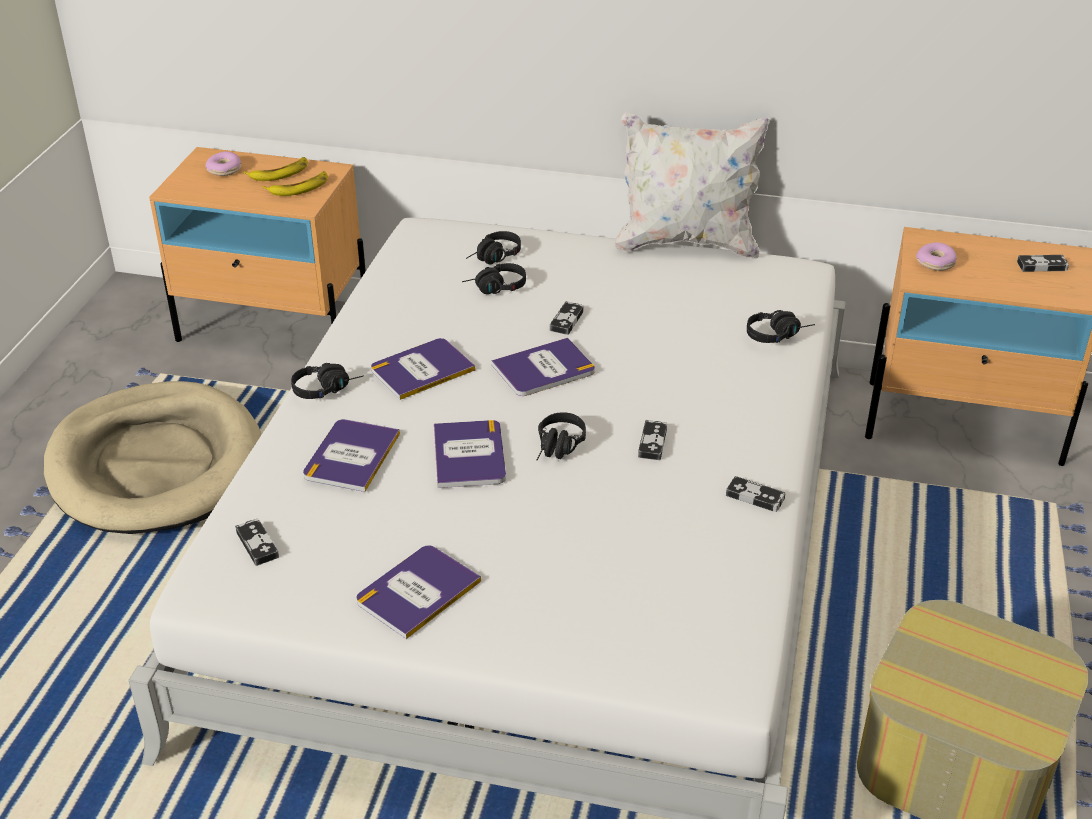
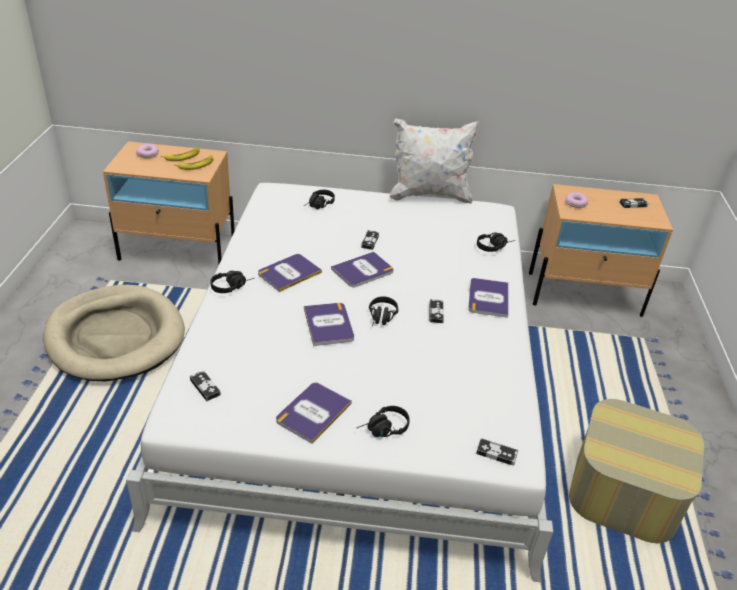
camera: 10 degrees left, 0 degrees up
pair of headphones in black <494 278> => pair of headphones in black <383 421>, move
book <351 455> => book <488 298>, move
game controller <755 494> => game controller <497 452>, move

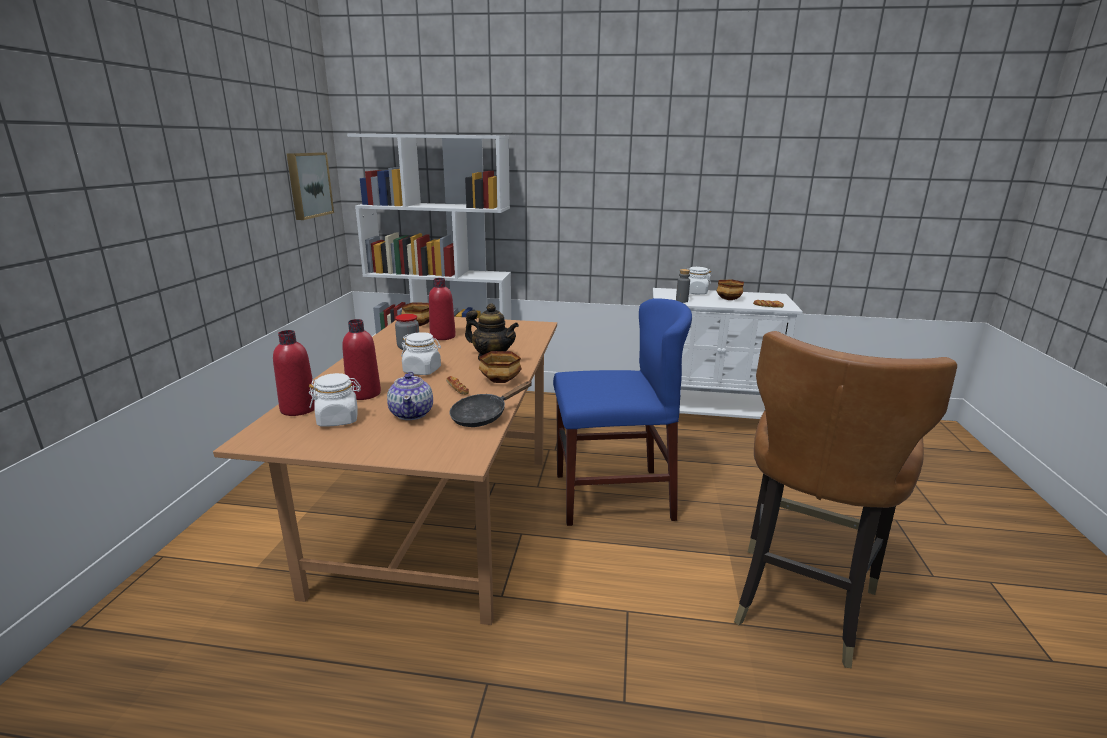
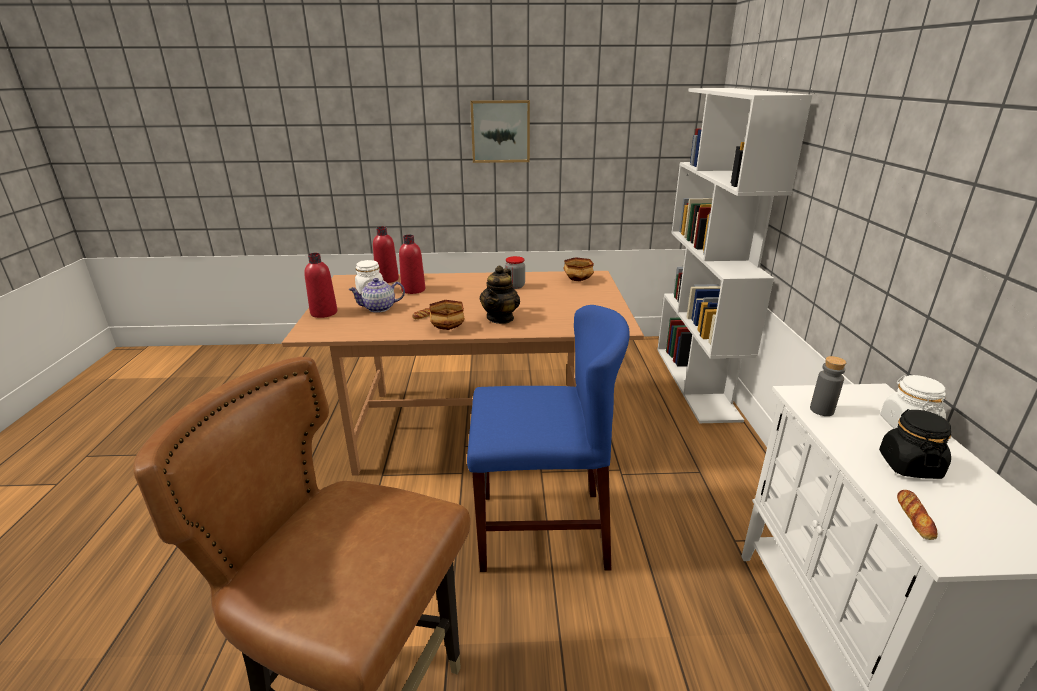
camera: 80 degrees right, 5 degrees up
beverage bottle in reddish <442 309> => beverage bottle in reddish <320 285>, move
plain chair in blue <622 412> => plain chair in blue <548 438>, 75 degrees counterclockwise
wall picture <310 186> => wall picture <500 131>, move
bowl <730 289> => preserve jar in black <915 444>
preserve jar in white <421 353> => nothing
skillet in black <490 404> => nothing

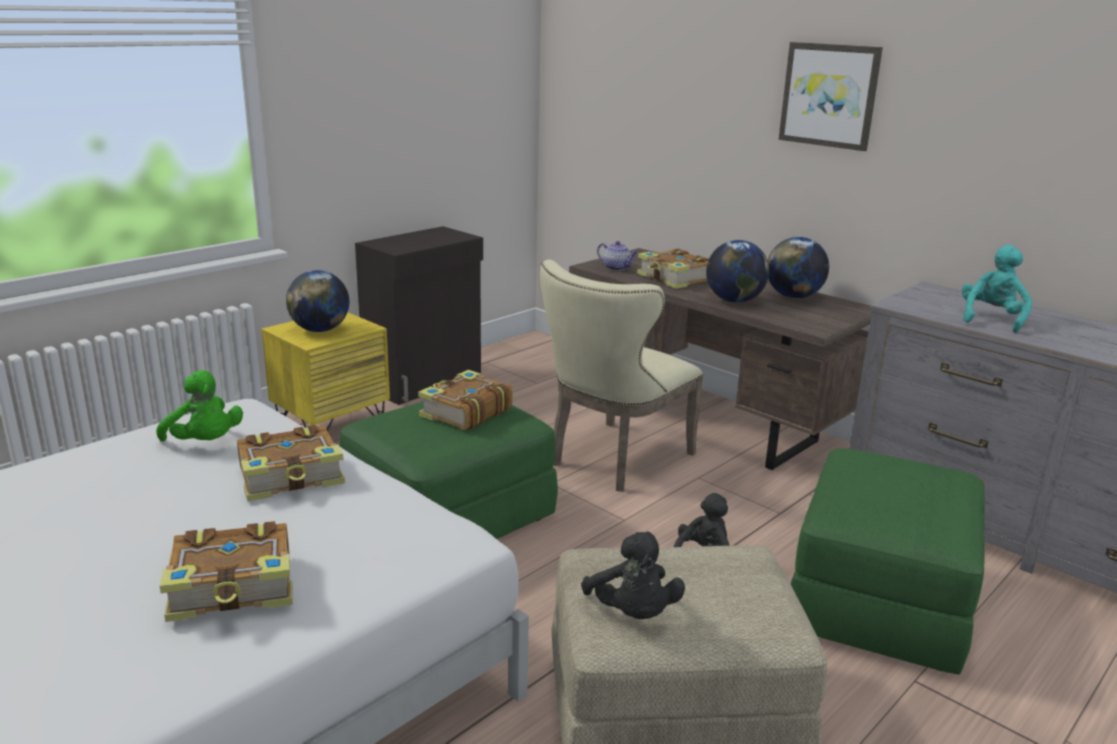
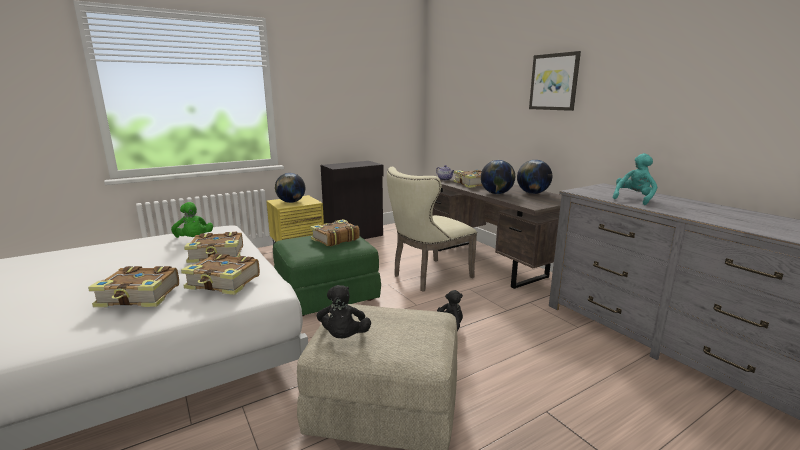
camera: 15 degrees right, 5 degrees down
nothing => book <220 274>
pouffe in greenish <888 561> => nothing

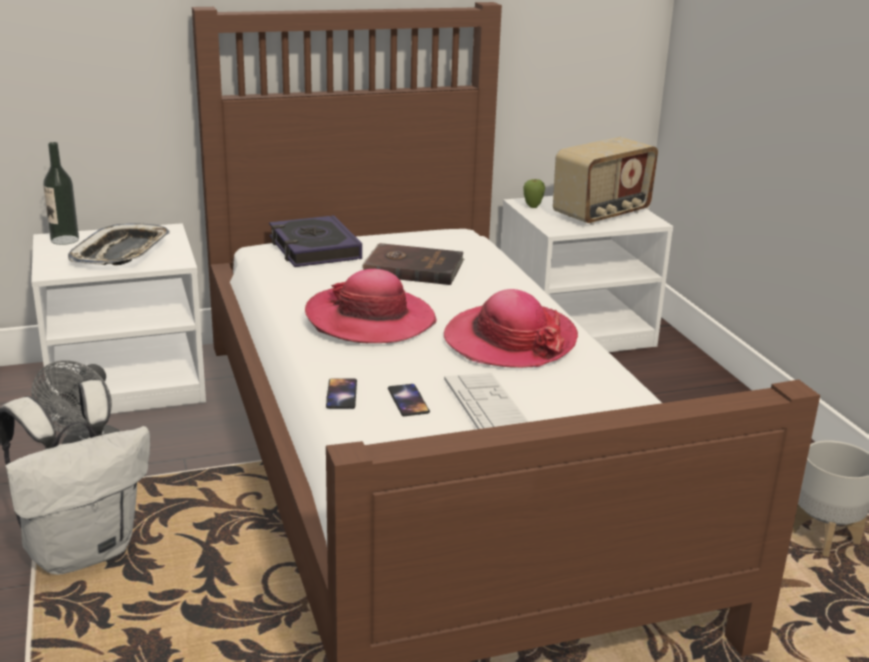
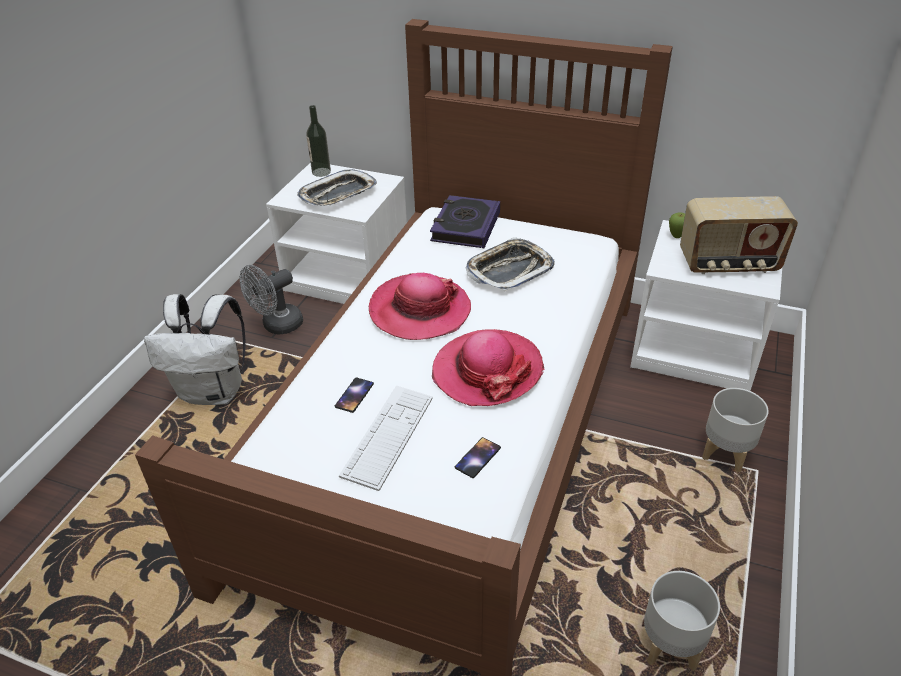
camera: 40 degrees right, 15 degrees up
phone <341 393> => phone <478 457>, move
book in brownish <413 264> => carrying tray <510 264>
nothing => plant pot in gray <735 430>

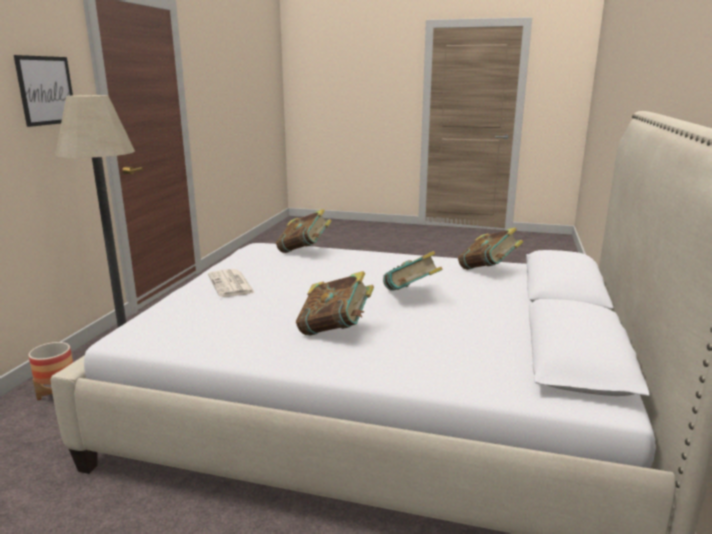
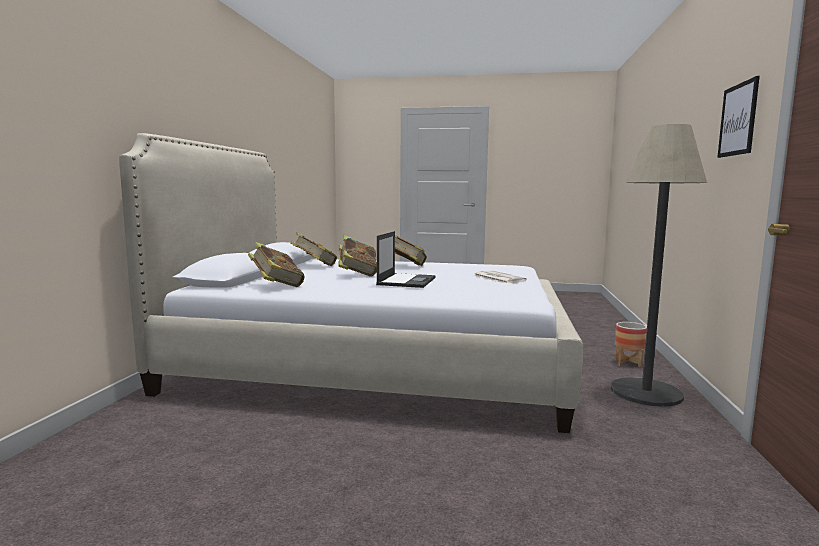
camera: 175 degrees right, 10 degrees down
book <304 231> => book <313 249>, move
nothing => laptop <406 259>

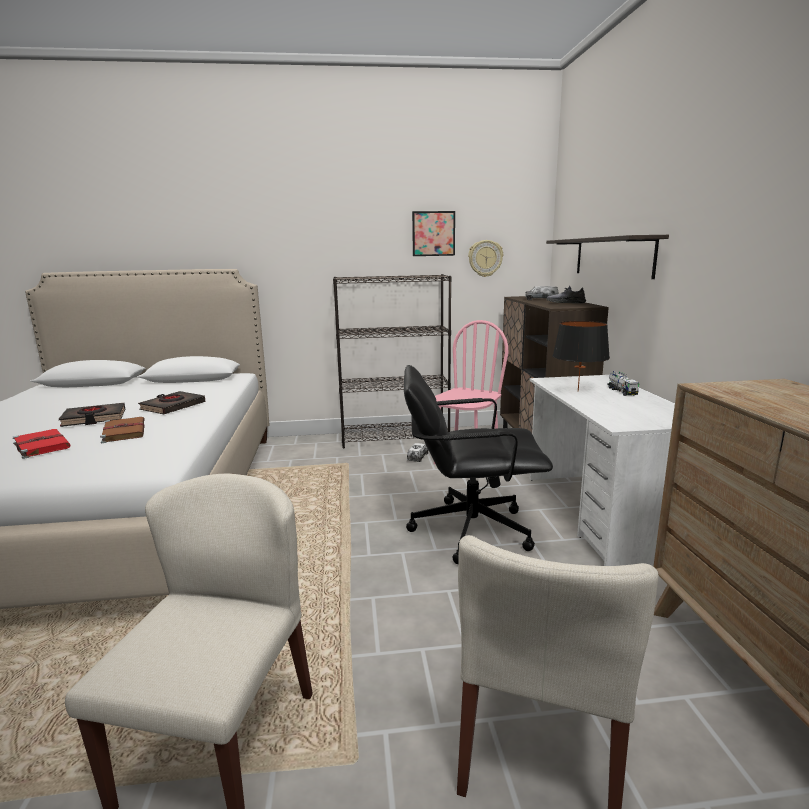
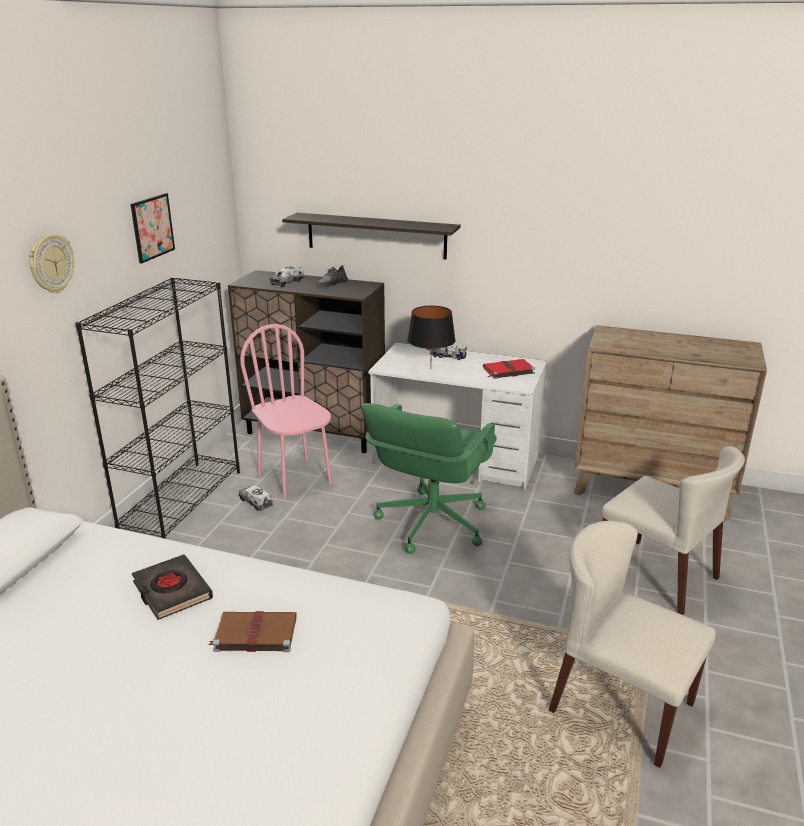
camera: 65 degrees left, 10 degrees up
wall clock <485 258> => wall clock <51 263>, move
computer chair in black <478 464> => computer chair in greenish <429 478>
book in reddish <42 444> => book in reddish <509 369>, move
book in black <92 415> => nothing

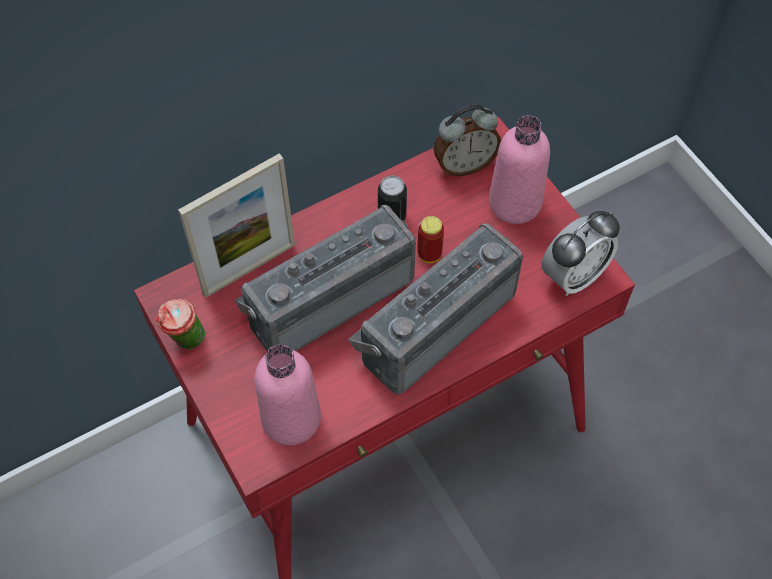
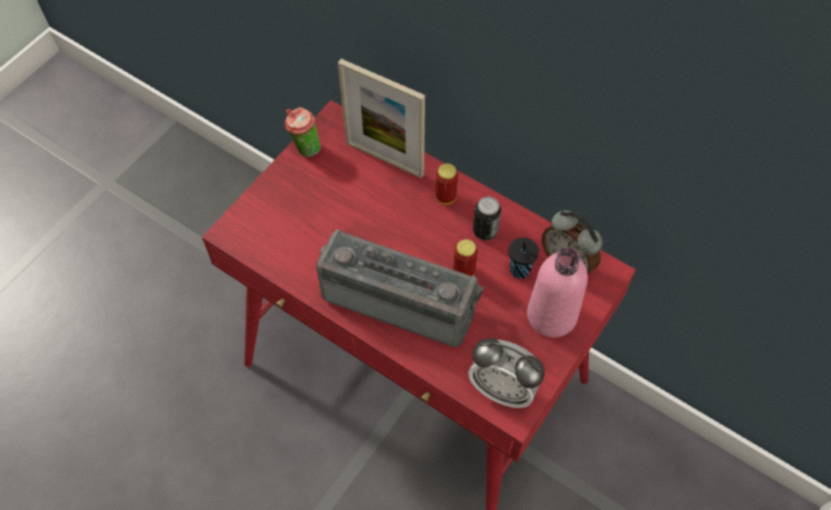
camera: 65 degrees right, 0 degrees up
nothing => sealed can <446 183>
nothing => small cup in black <523 257>
radio set <325 278> => nothing
beverage bottle in pink <288 394> => nothing

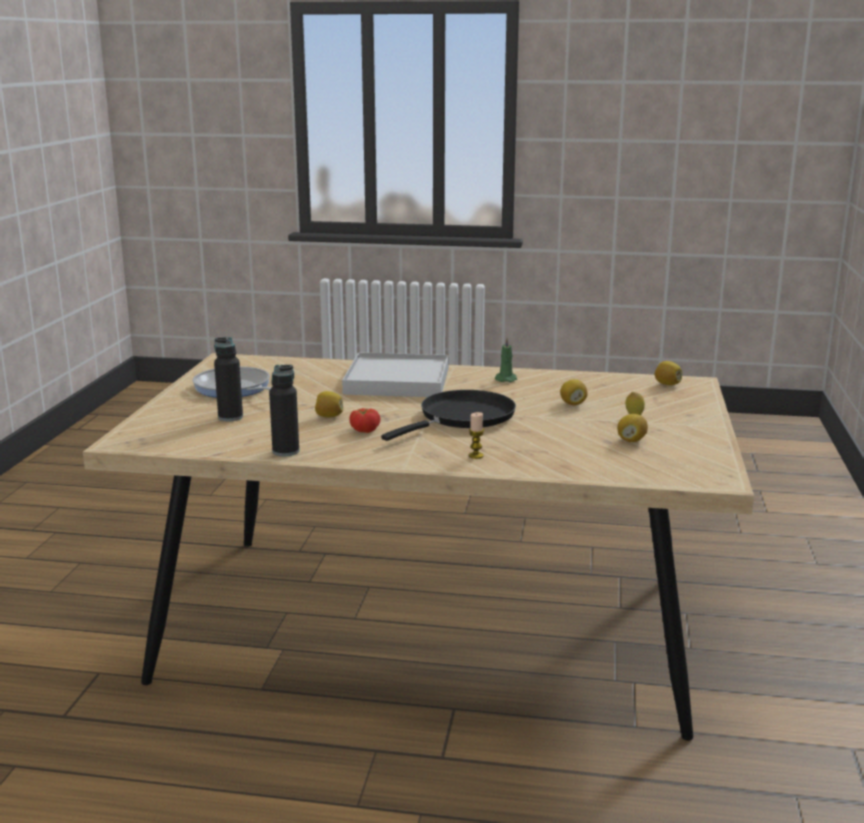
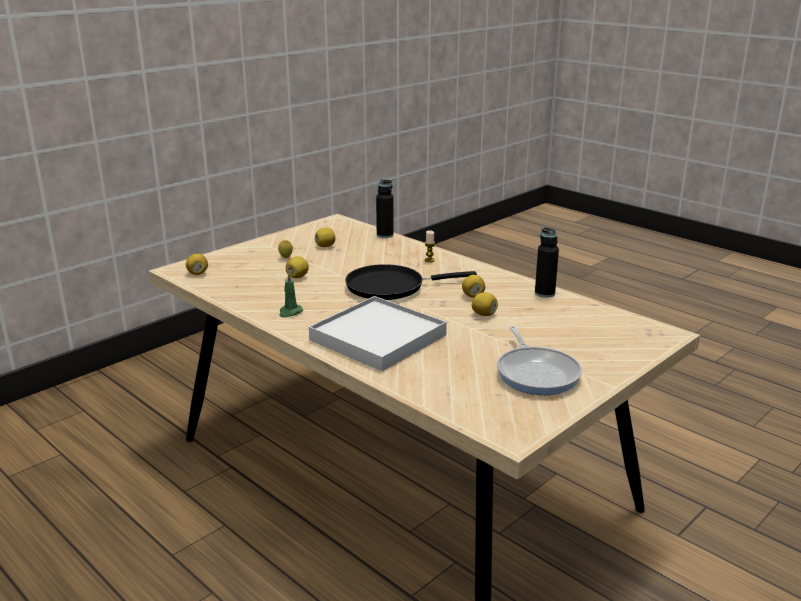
camera: 145 degrees left, 5 degrees up
beverage bottle in black <228 379> => beverage bottle in black <385 208>, move
fresh tomato <365 420> => whole lemon <473 286>

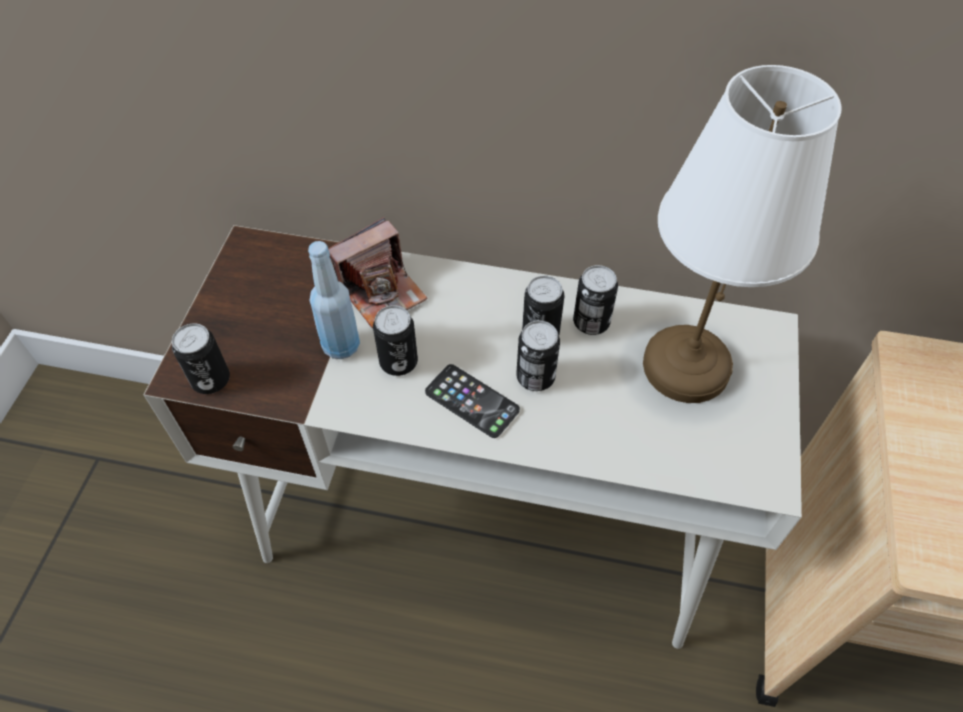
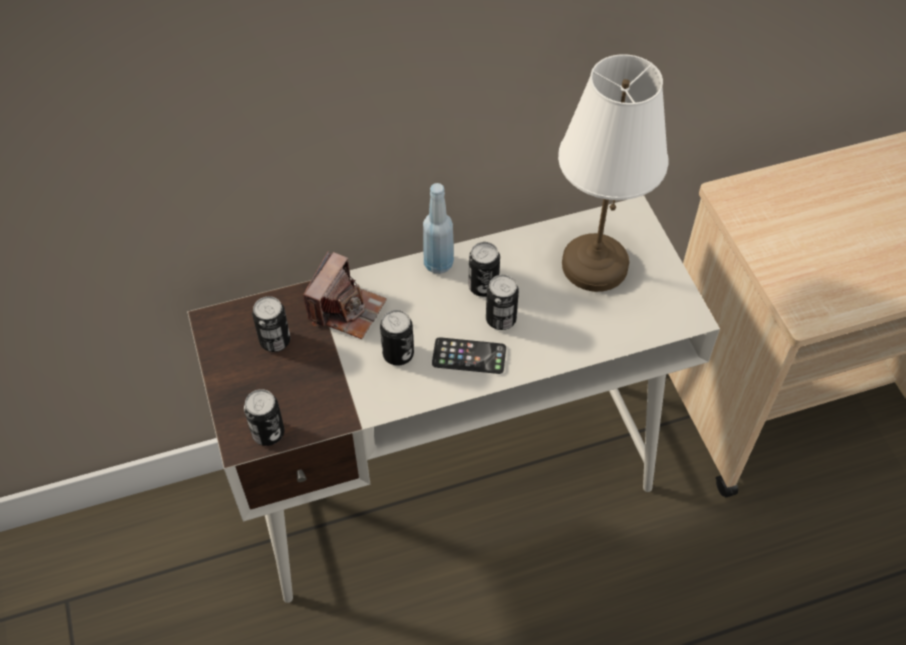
camera: 30 degrees left, 0 degrees up
sealed can <595 300> => sealed can <271 324>, move
beverage bottle in blue <334 300> => beverage bottle in blue <438 228>, move

